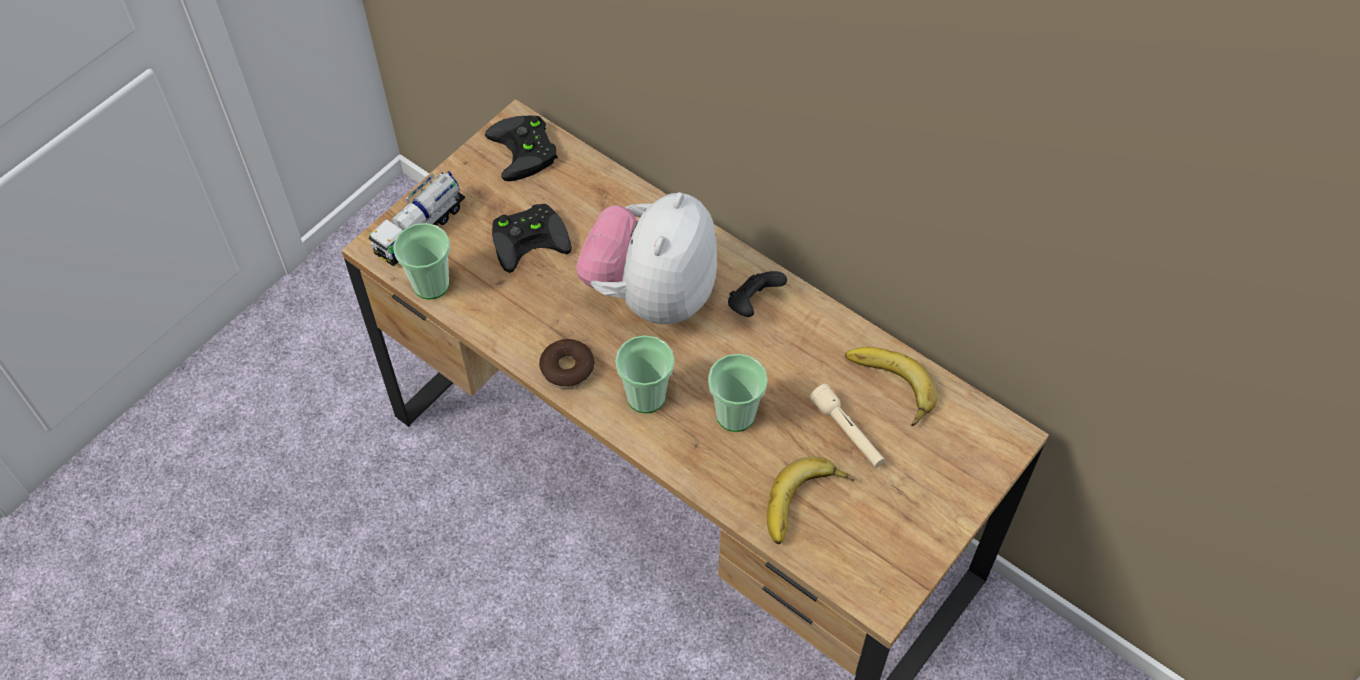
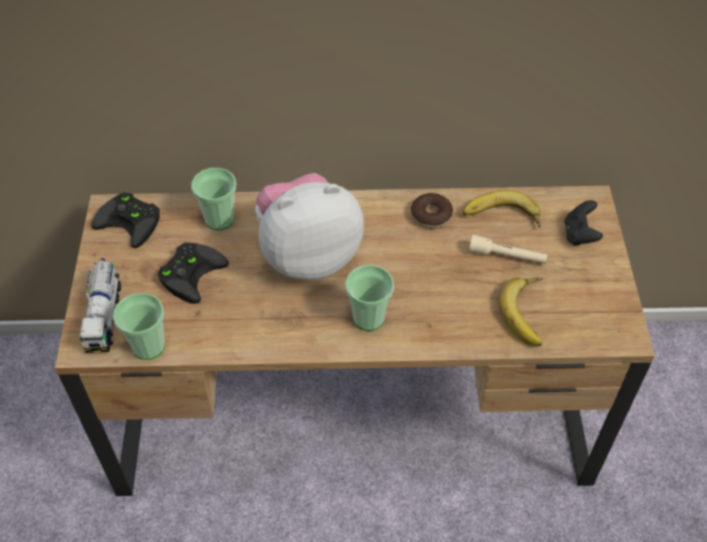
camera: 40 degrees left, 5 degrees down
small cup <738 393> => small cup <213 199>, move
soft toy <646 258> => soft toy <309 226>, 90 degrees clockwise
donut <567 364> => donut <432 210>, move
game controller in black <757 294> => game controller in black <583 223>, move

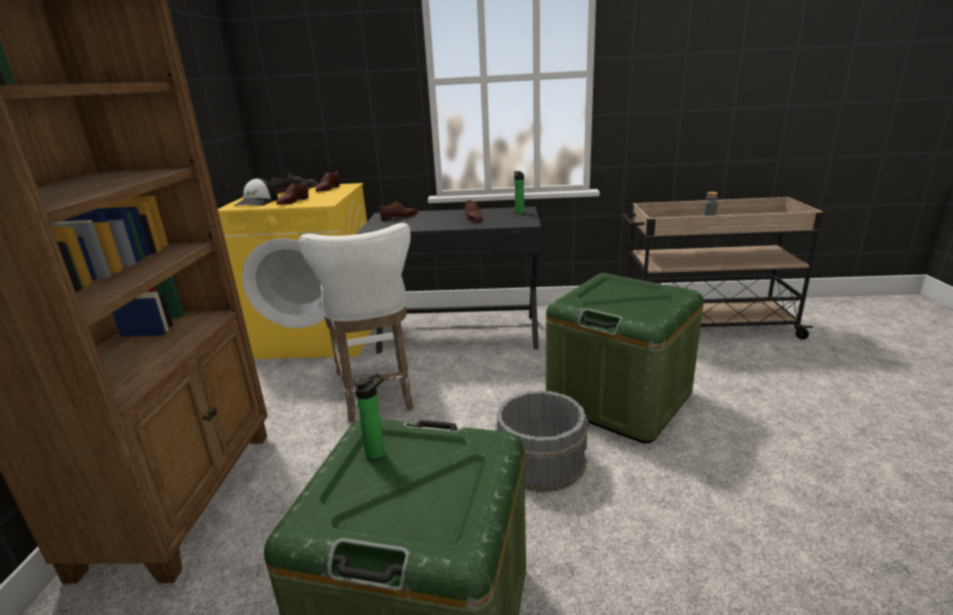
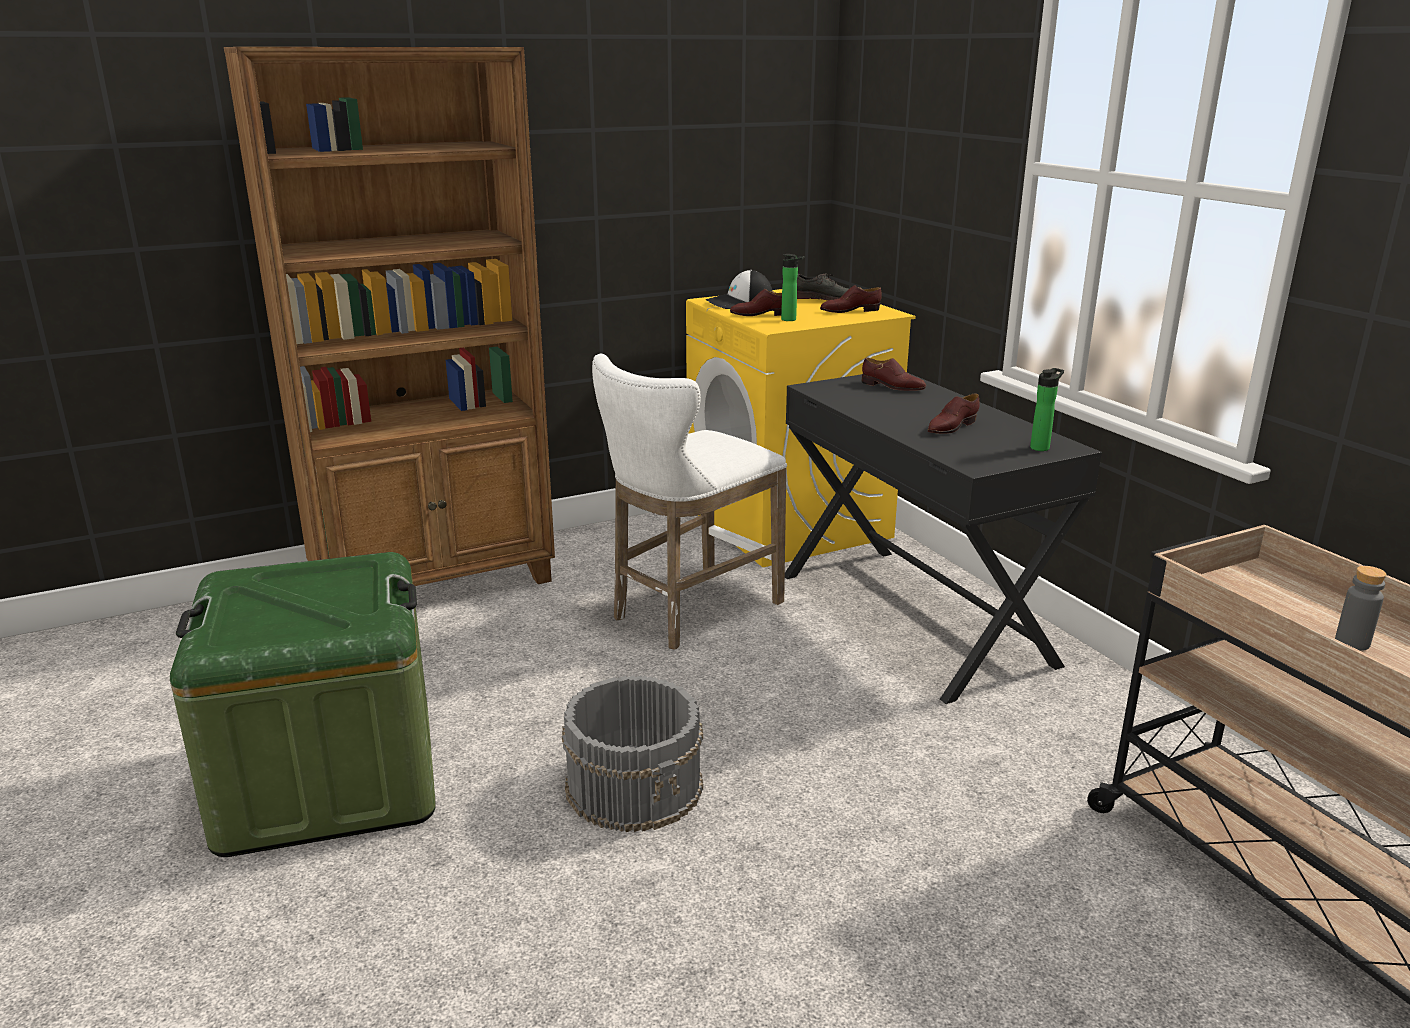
camera: 60 degrees right, 0 degrees up
beverage bottle <369 416> => beverage bottle <793 287>, move
storage bin in greenish <625 358> => nothing

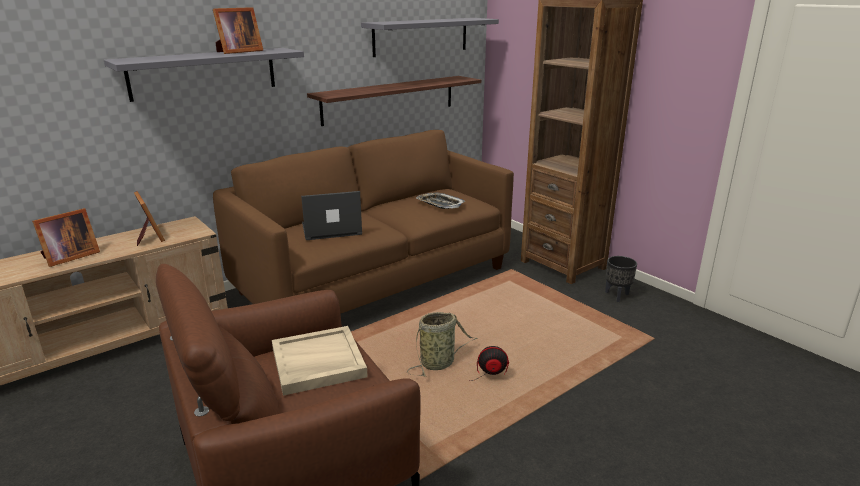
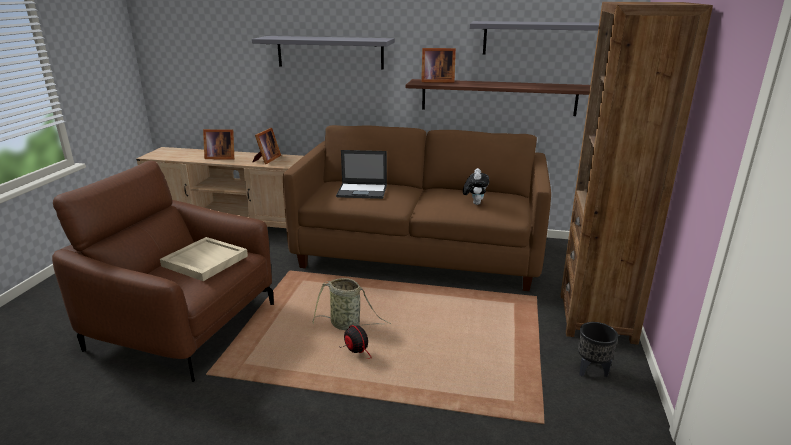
camera: 50 degrees right, 0 degrees up
laptop <331 215> => laptop <361 174>, 150 degrees clockwise
photo frame <238 30> => photo frame <438 65>, move
carrying tray <440 201> => soft toy <476 186>

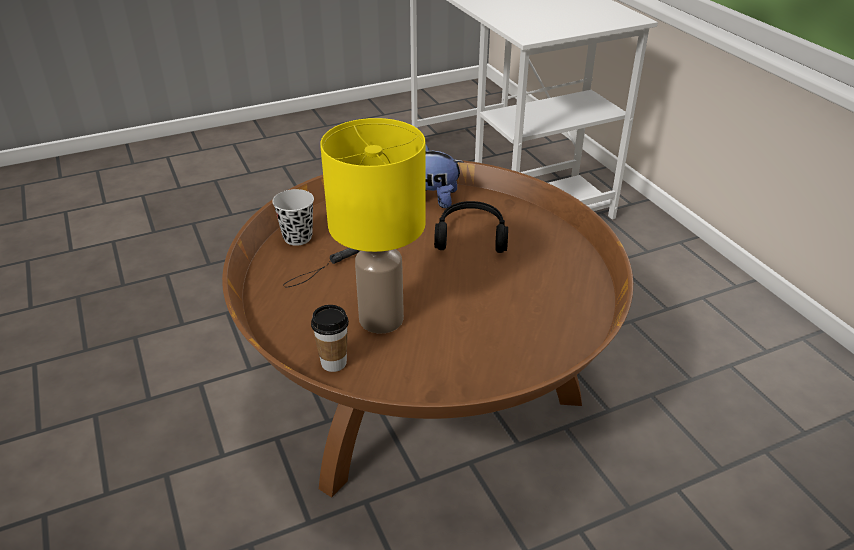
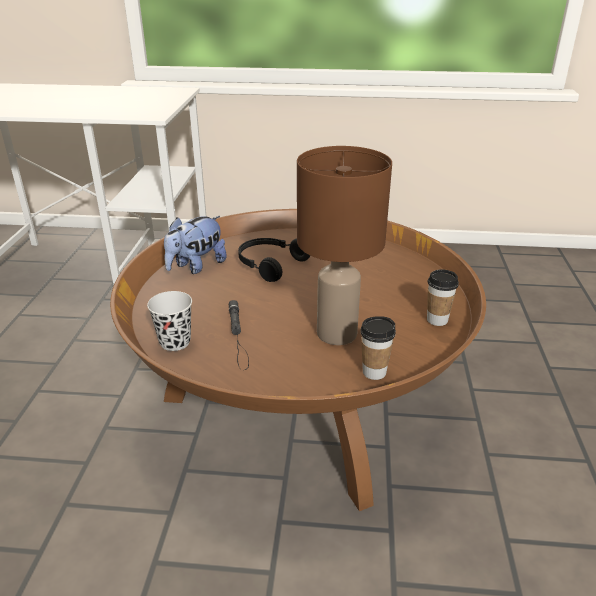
camera: 60 degrees left, 5 degrees down
tabletop lamp in yellow <373 226> => tabletop lamp in brownish <344 245>
nothing => small cup <443 297>

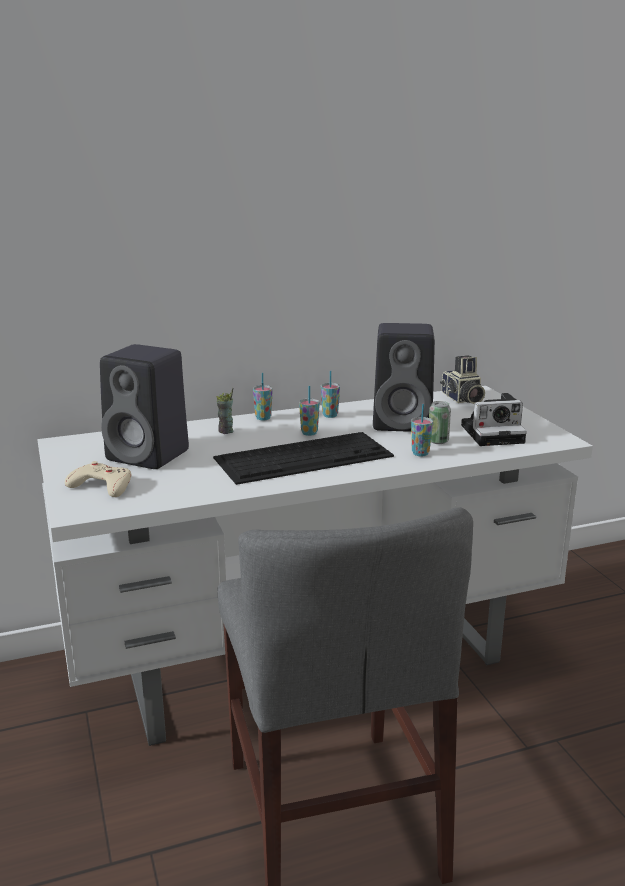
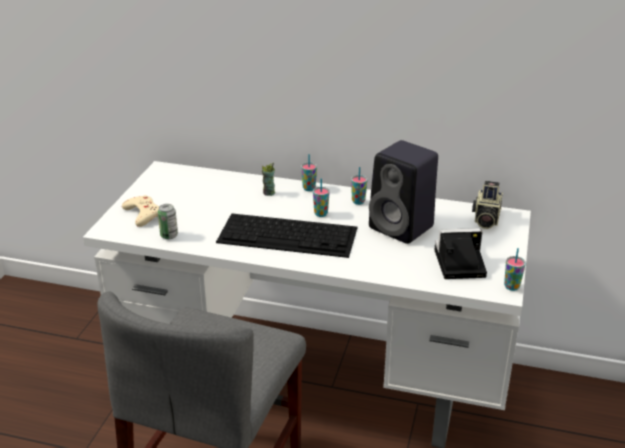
camera: 35 degrees right, 10 degrees up
sealed can <440 422> => sealed can <168 221>, move
photo camera <494 419> => photo camera <460 253>, 150 degrees clockwise
small cup <422 430> => small cup <515 269>, move
loudspeaker in black <144 406> => nothing

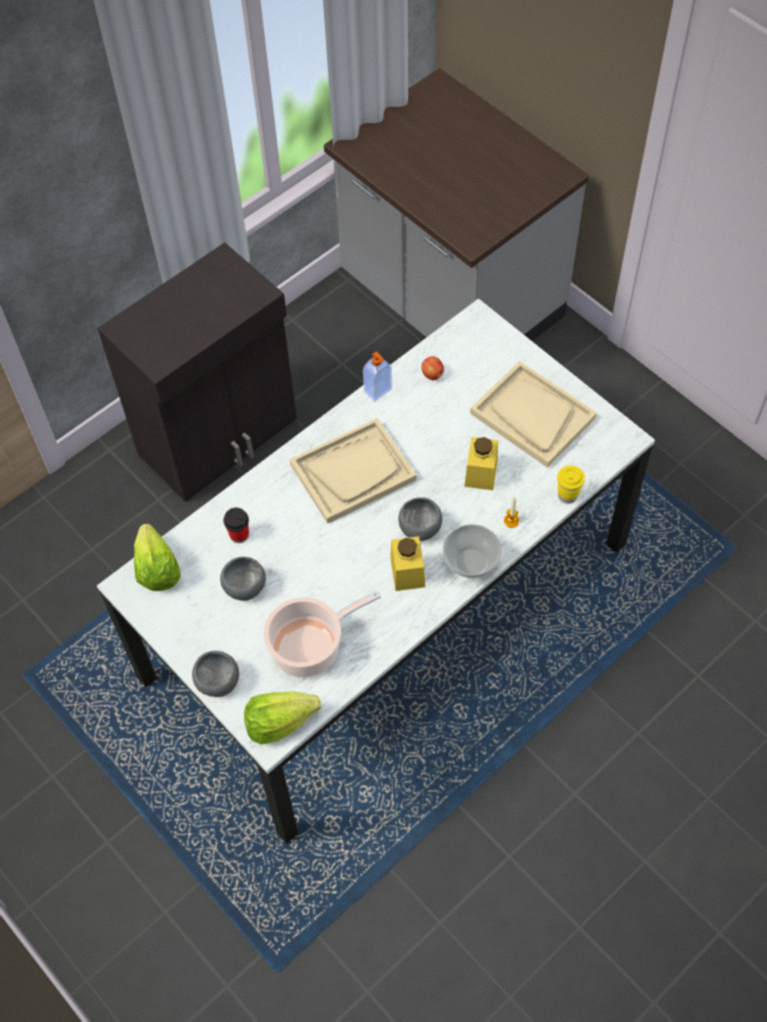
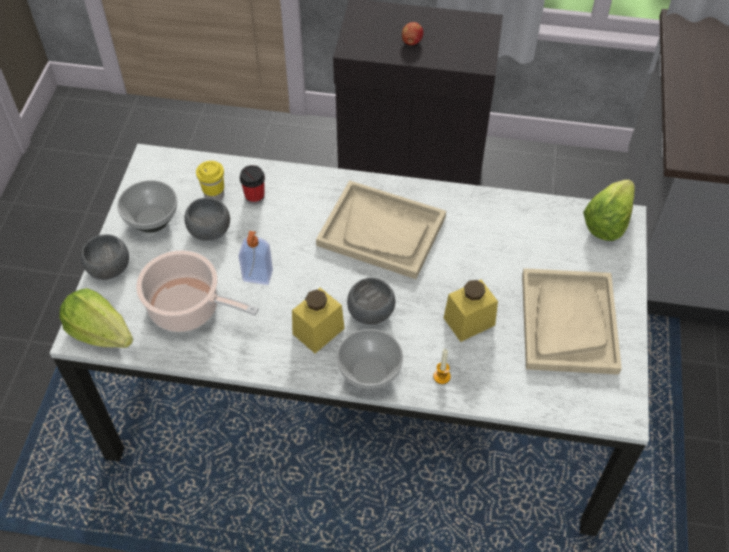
camera: 50 degrees right, 5 degrees down
nothing => bowl <147 206>
small cup in yellow <571 485> => small cup in yellow <210 181>, move
liquid soap bottle <377 376> => liquid soap bottle <256 258>, move
apple <432 368> => apple <413 33>, move
lettuce <157 557> => lettuce <609 210>, move

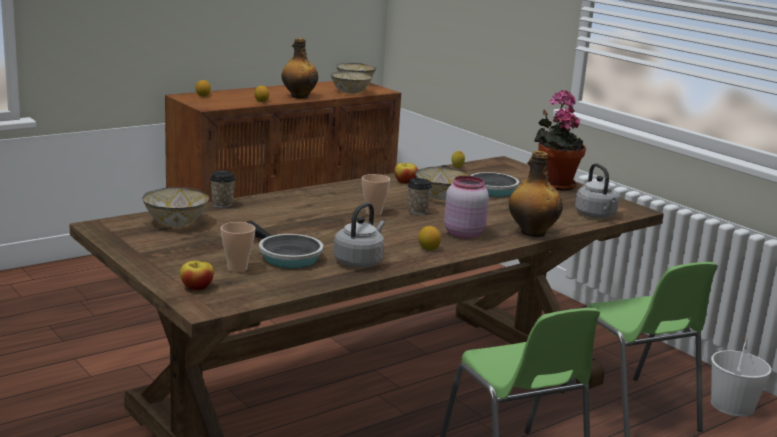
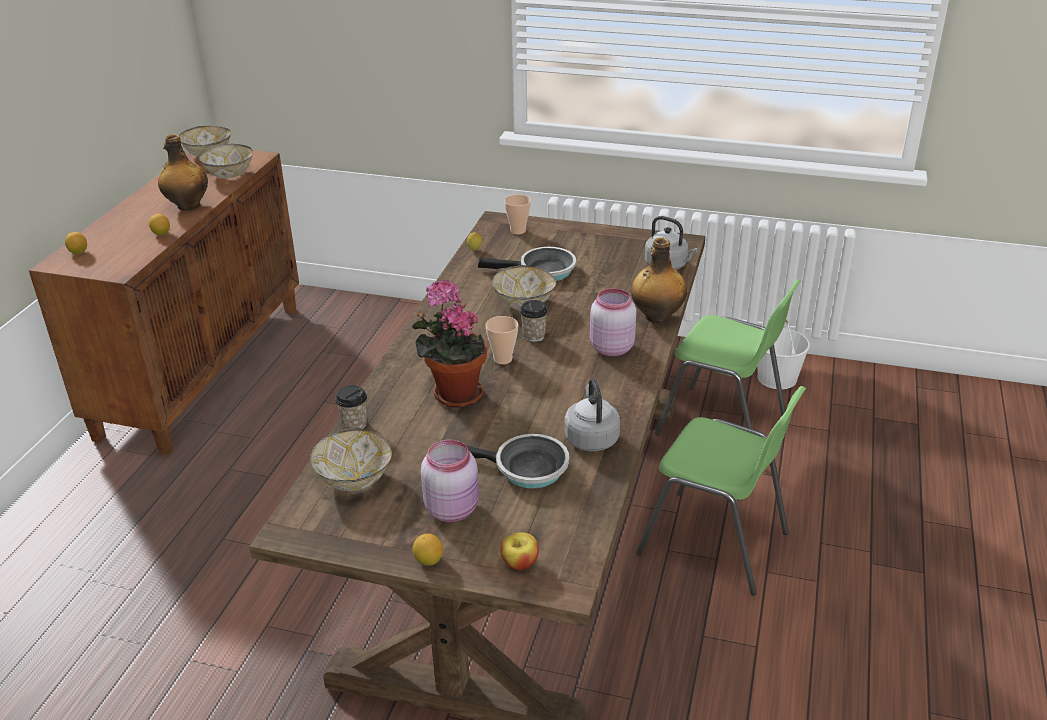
camera: 35 degrees left, 15 degrees up
potted plant <560 140> => potted plant <449 344>, move
whole lemon <429 238> => whole lemon <428 550>, move
nothing => preserve jar in pink <450 481>
small cup <238 247> => small cup <517 214>, move
apple <406 173> => nothing

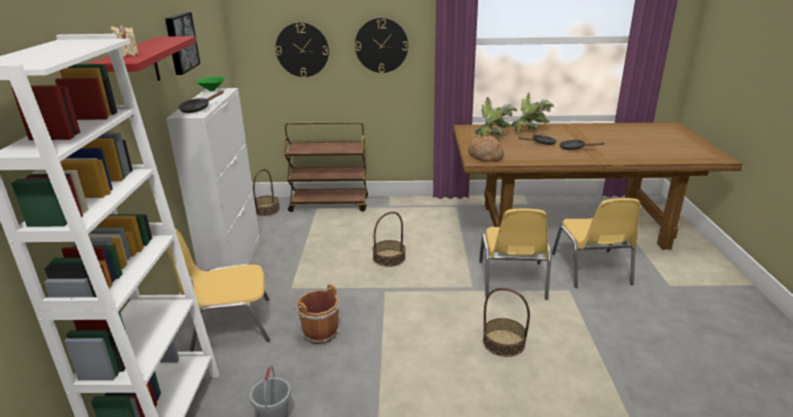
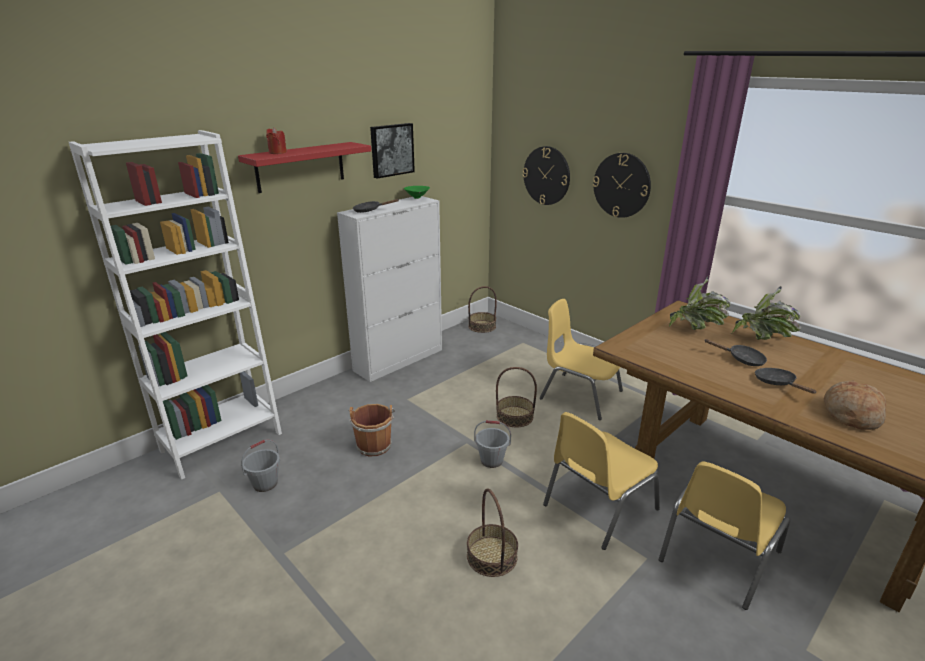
camera: 45 degrees right, 0 degrees up
wax candle in beige <125 40> => wax candle in reddish <276 140>
nothing => pail in gray <492 444>
plain chair in yellow <218 290> => plain chair in yellow <581 359>, move
bakery bread <486 149> => bakery bread <855 405>, move
trolley in brownish <326 167> => nothing

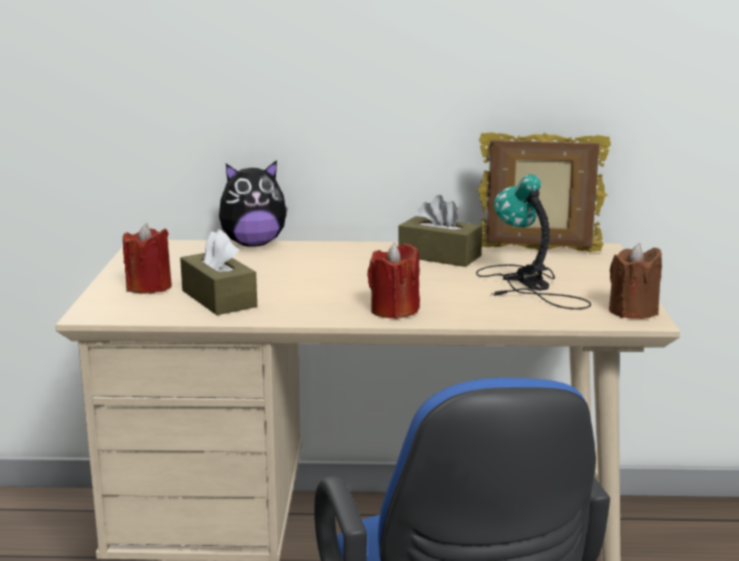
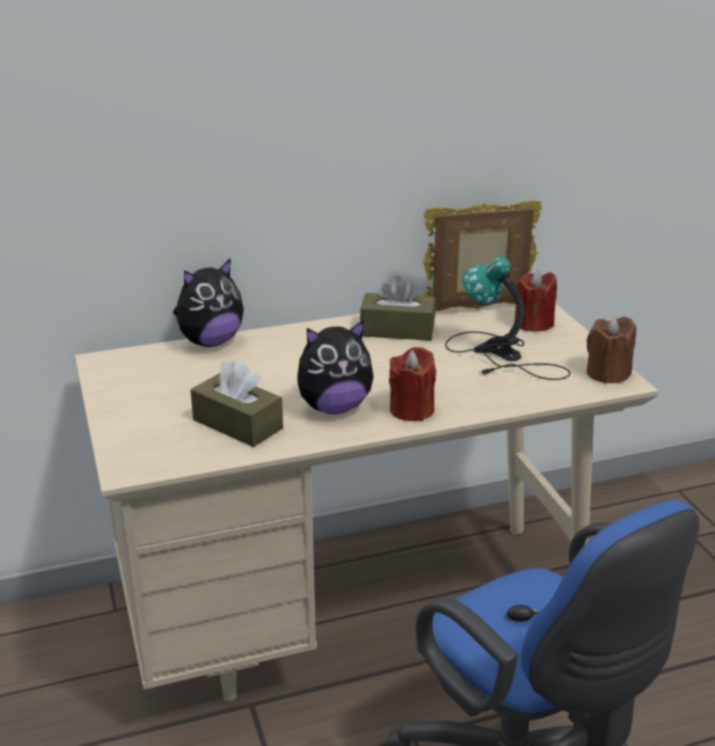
camera: 20 degrees left, 10 degrees up
nothing => soft toy <335 366>
wax candle in reddish <147 258> => wax candle in reddish <535 301>, move

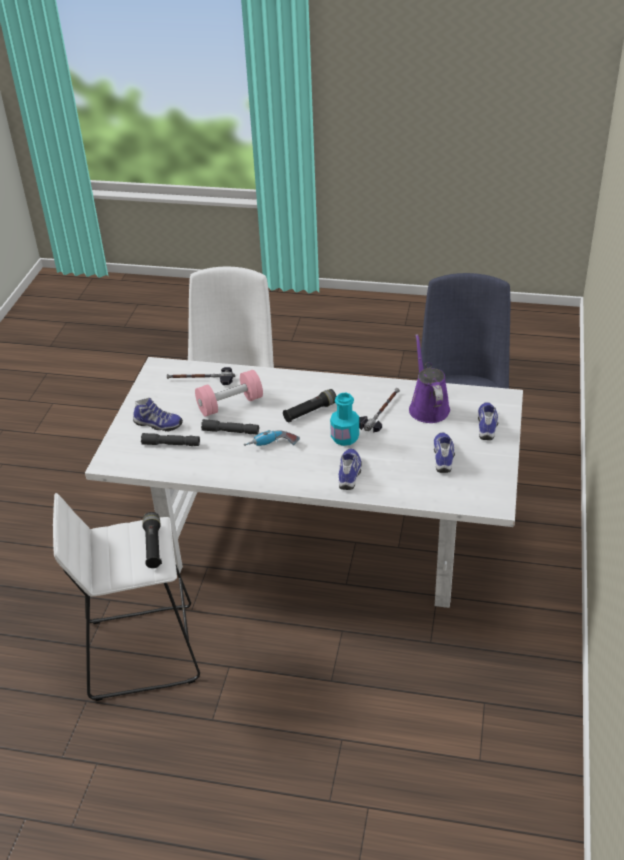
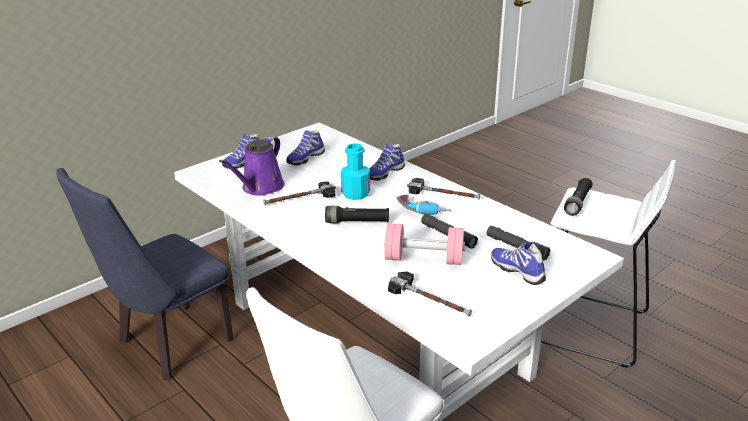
camera: 145 degrees left, 10 degrees down
nothing => hand hammer <443 188>

